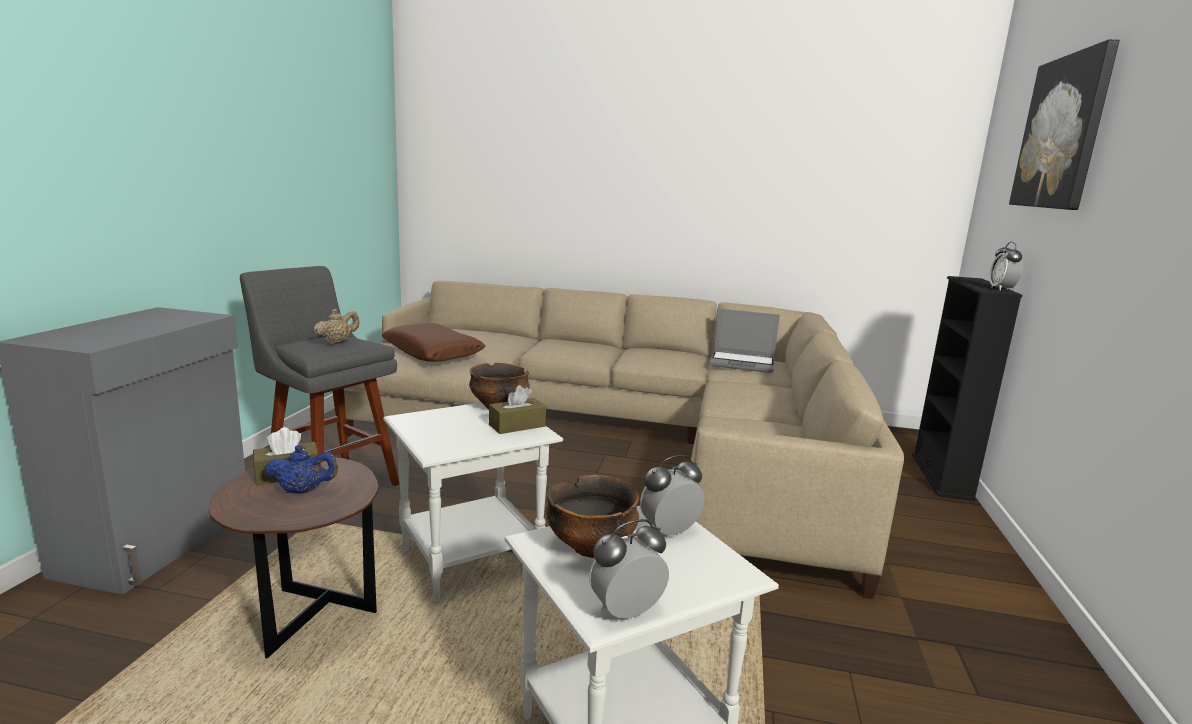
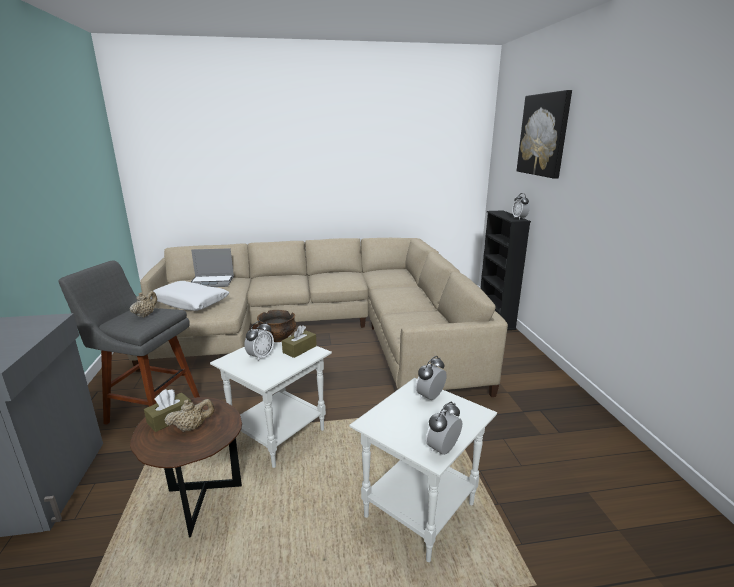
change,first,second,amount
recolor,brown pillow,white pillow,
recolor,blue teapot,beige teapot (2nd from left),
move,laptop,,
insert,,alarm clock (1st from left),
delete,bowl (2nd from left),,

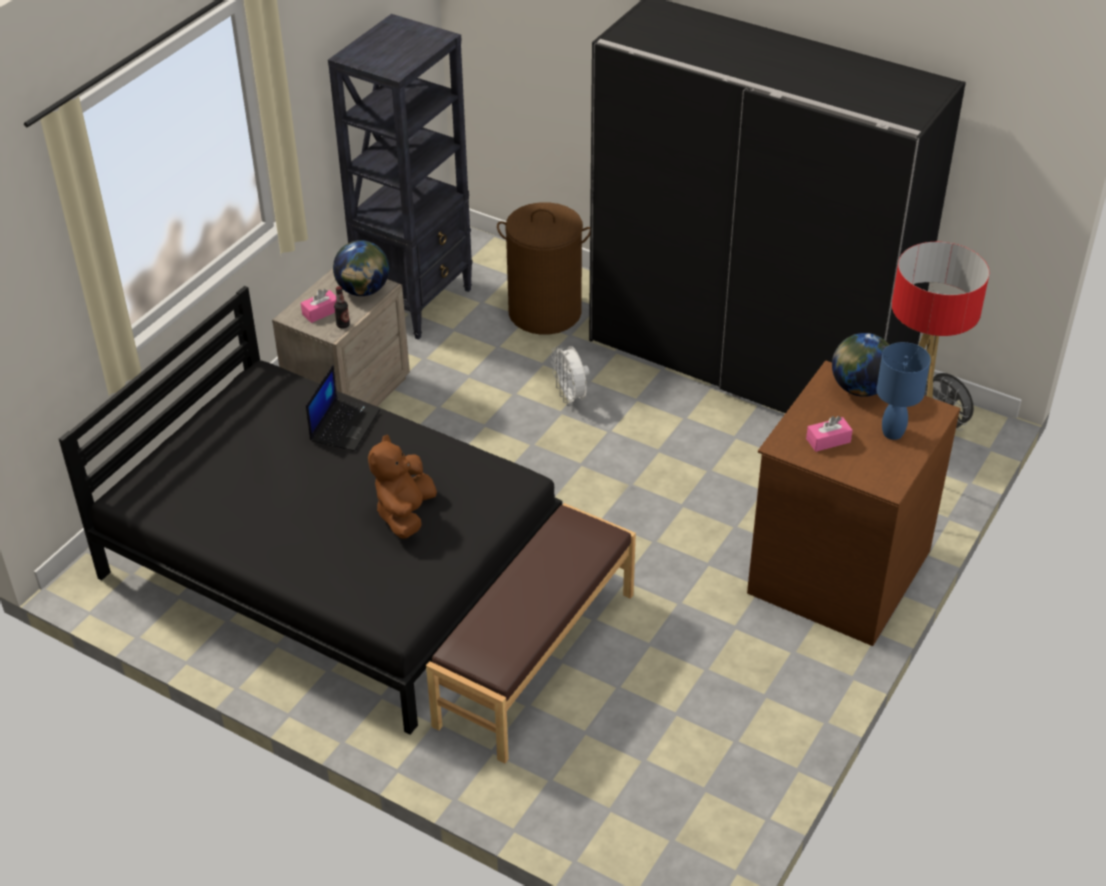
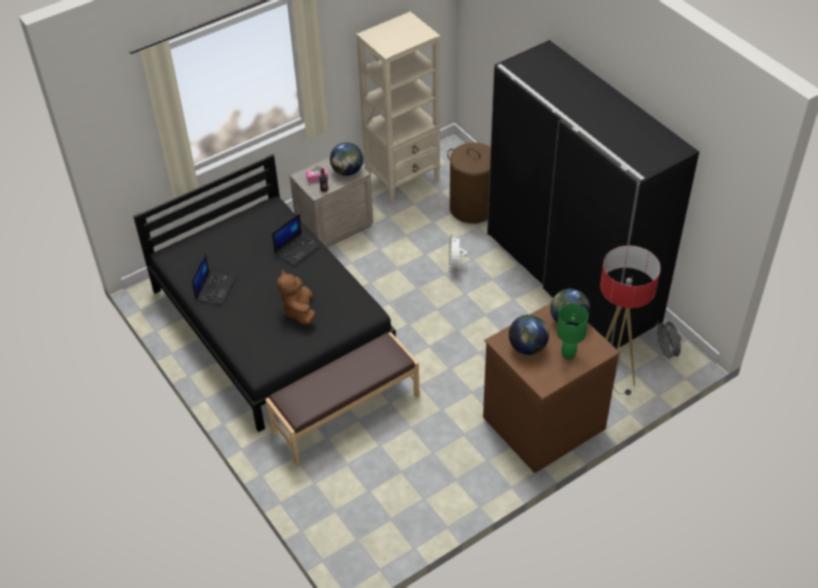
change,first,second,amount
insert,,laptop (1st from left),
rotate,brown plush toy,,45 degrees counterclockwise
recolor,black bookcase,beige bookcase,
replace,pink tissue box (2nd from left),globe (2nd from left),
recolor,blue table lamp,green table lamp,

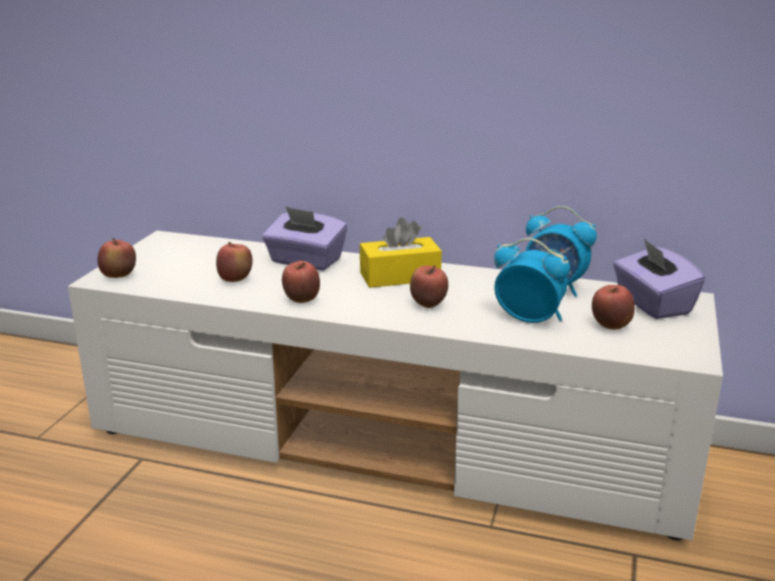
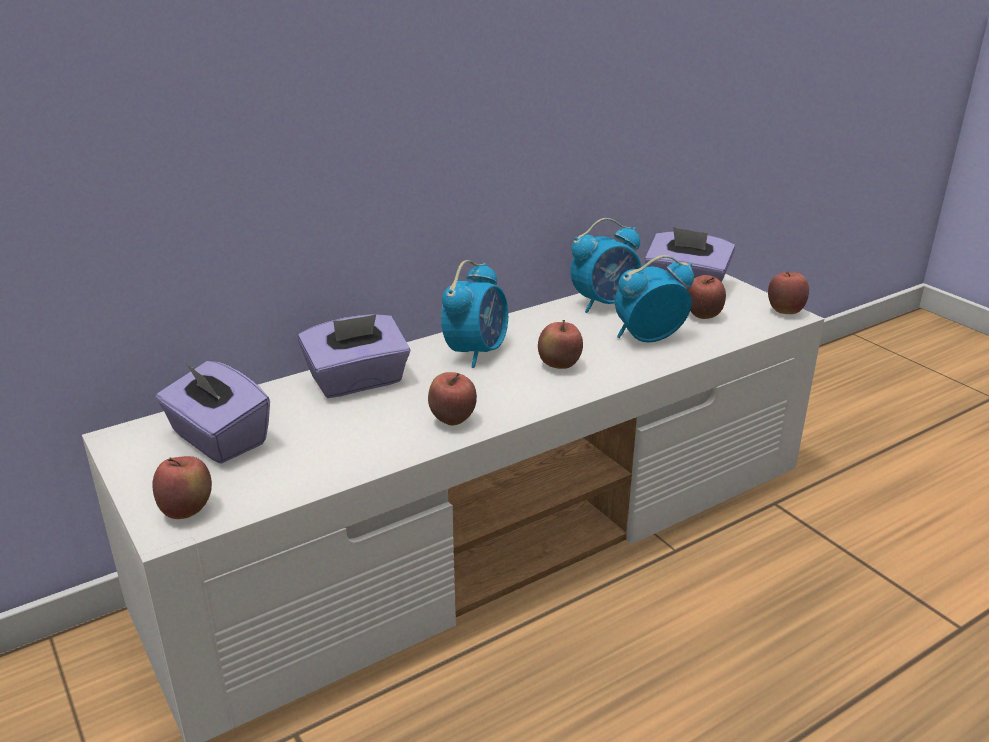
change,first,second,amount
insert,,purple tissue box (1st from left),
replace,yellow tissue box,alarm clock (1st from left),
move,apple (2nd from left in the first image),apple (5th from left),

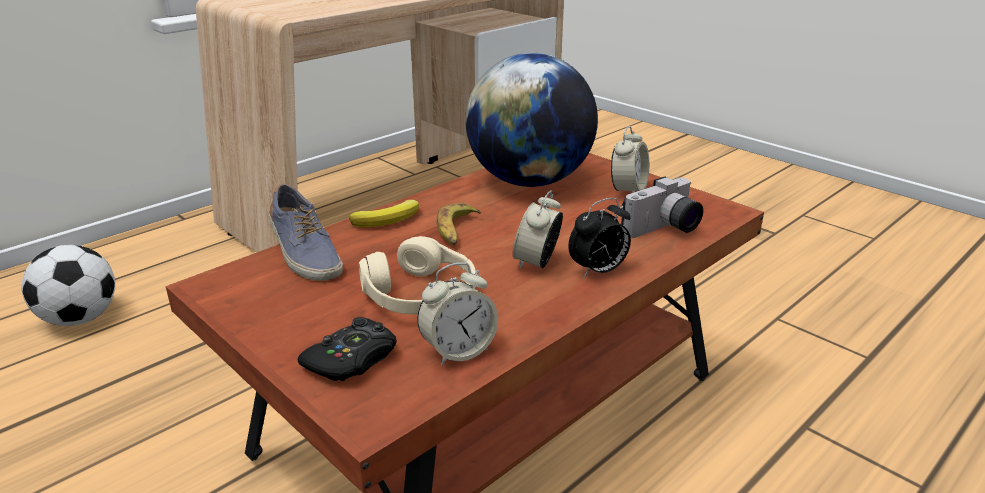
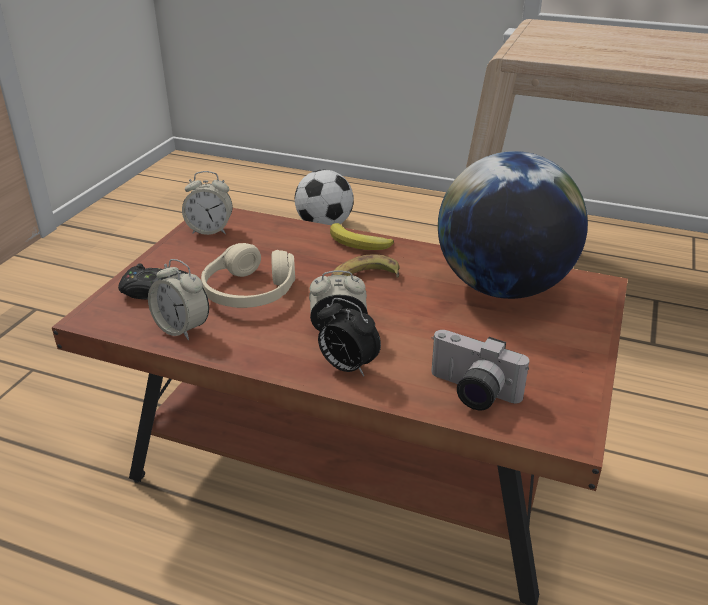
change,first,second,amount
move,alarm clock (4th from left in the first image),alarm clock (2nd from left),
delete,shoe,,

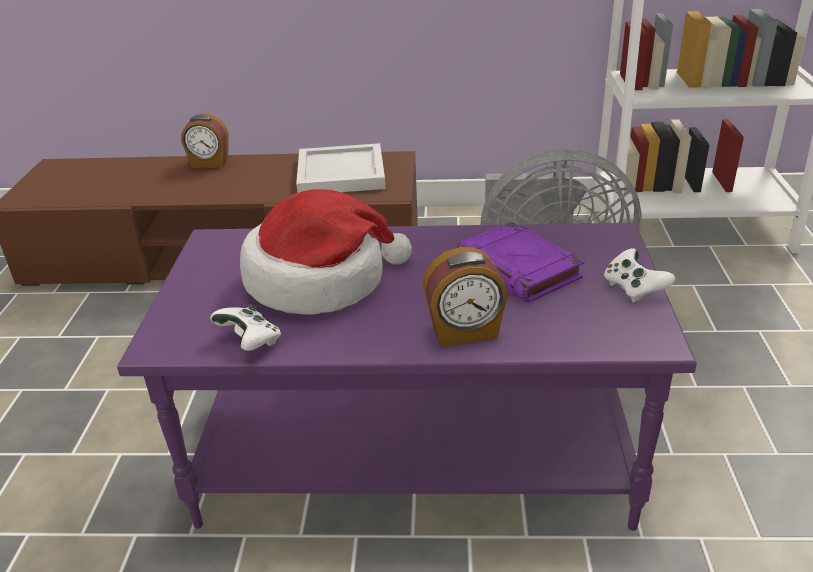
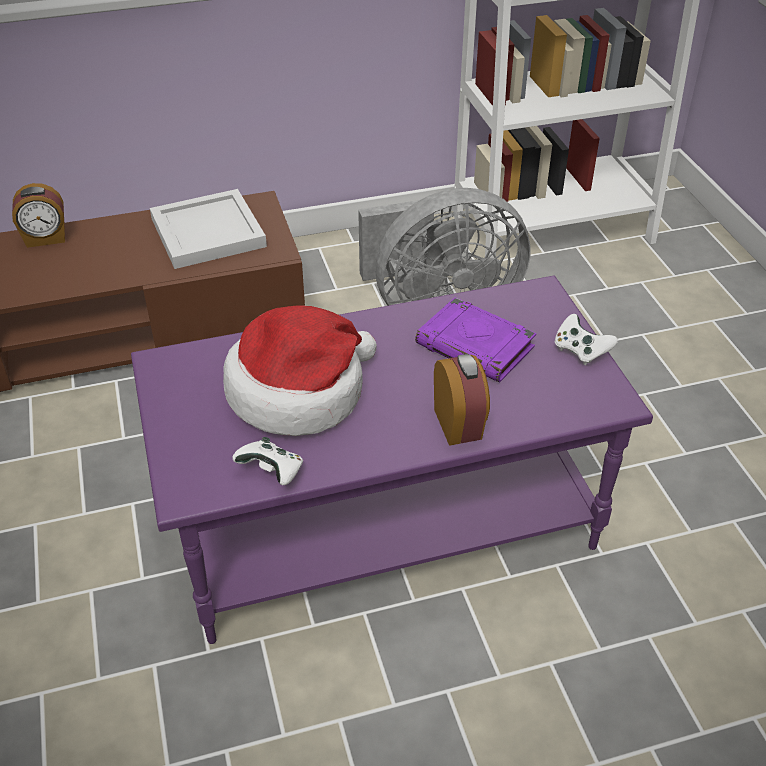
change,first,second,amount
rotate,alarm clock (2nd from left),,75 degrees counterclockwise

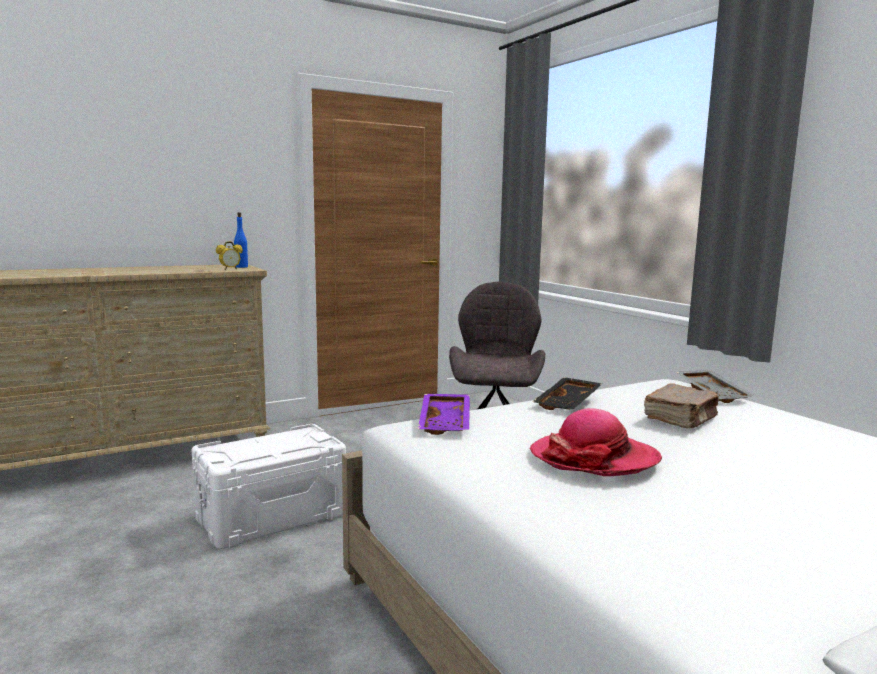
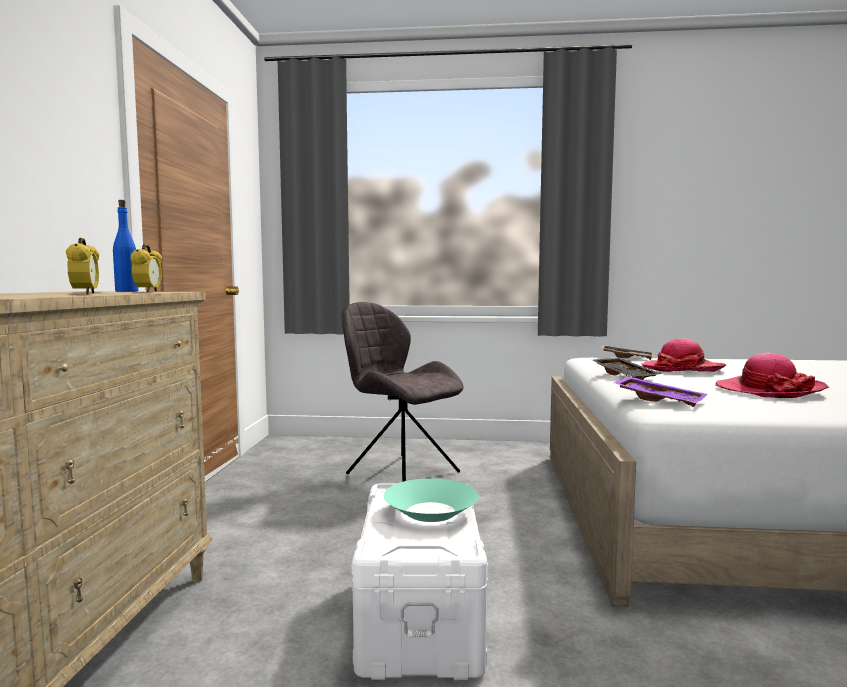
change,first,second,amount
insert,,alarm clock (1st from left),
insert,,turquoise bowl,
replace,brown book,hat (1st from left),

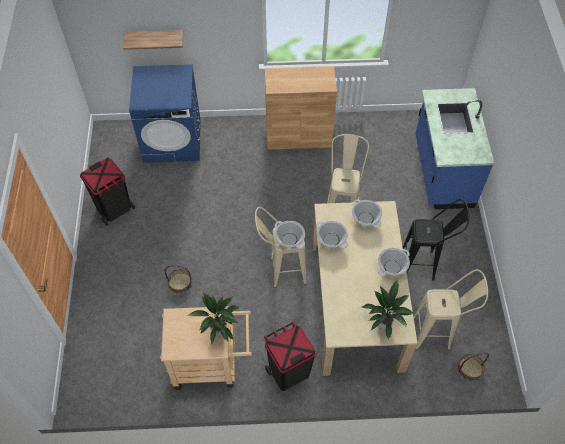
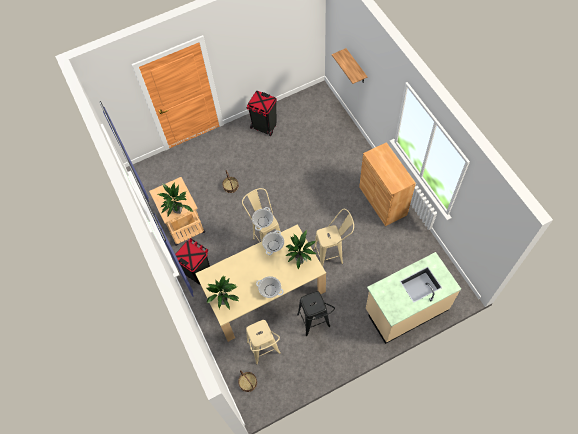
change,first,second,amount
replace,cooking pot (3rd from left),potted plant (3rd from left),
recolor,blue counter,beige counter,
delete,blue washing machine,,

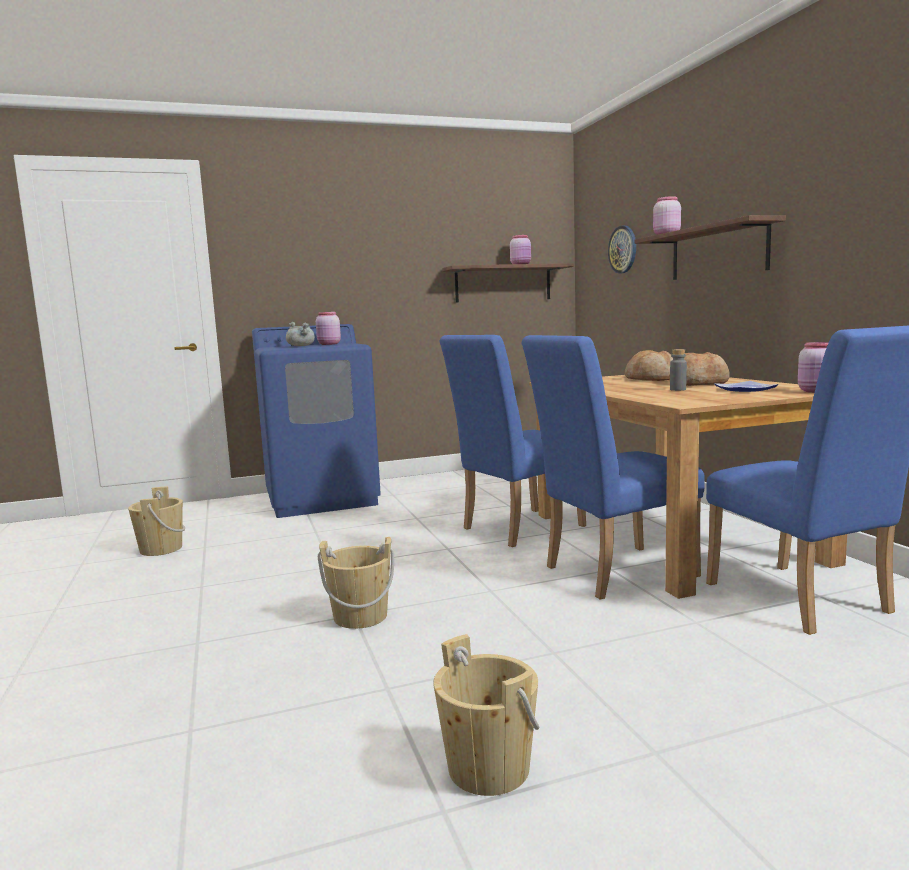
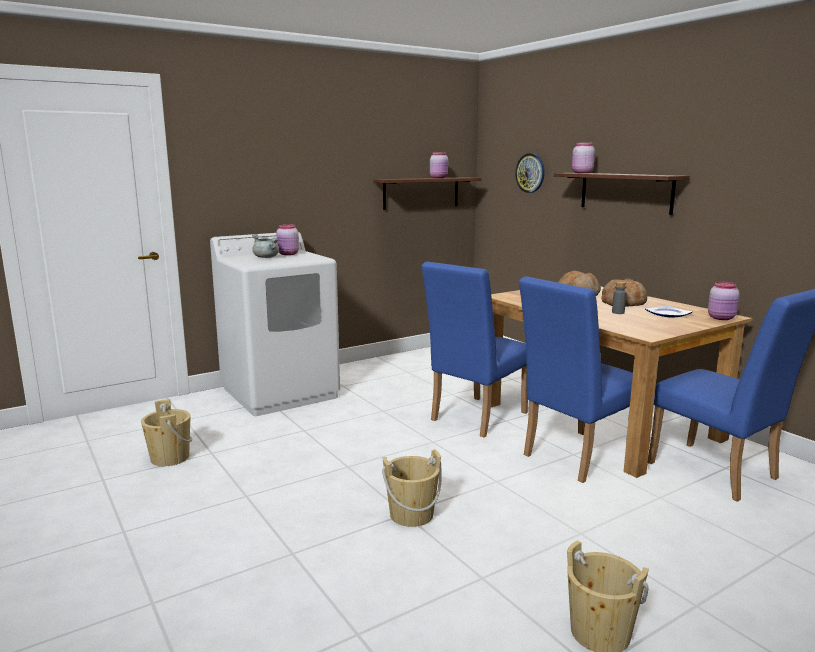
change,first,second,amount
recolor,blue washing machine,white washing machine,

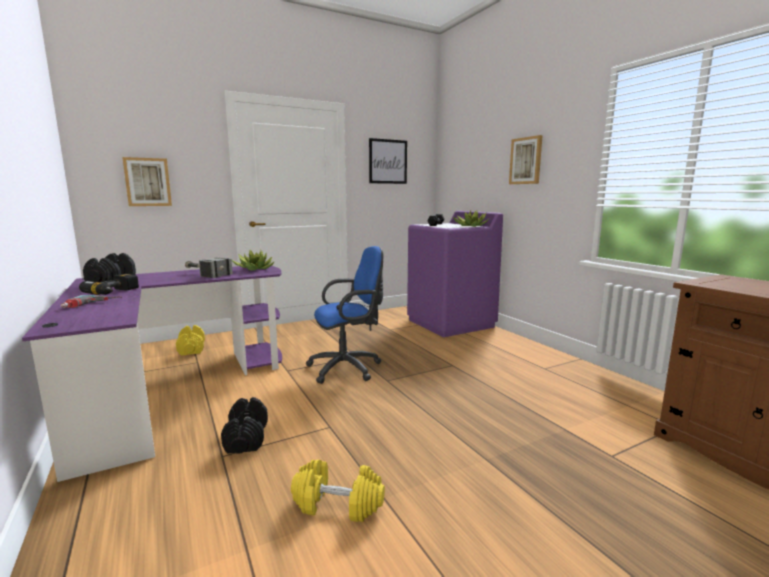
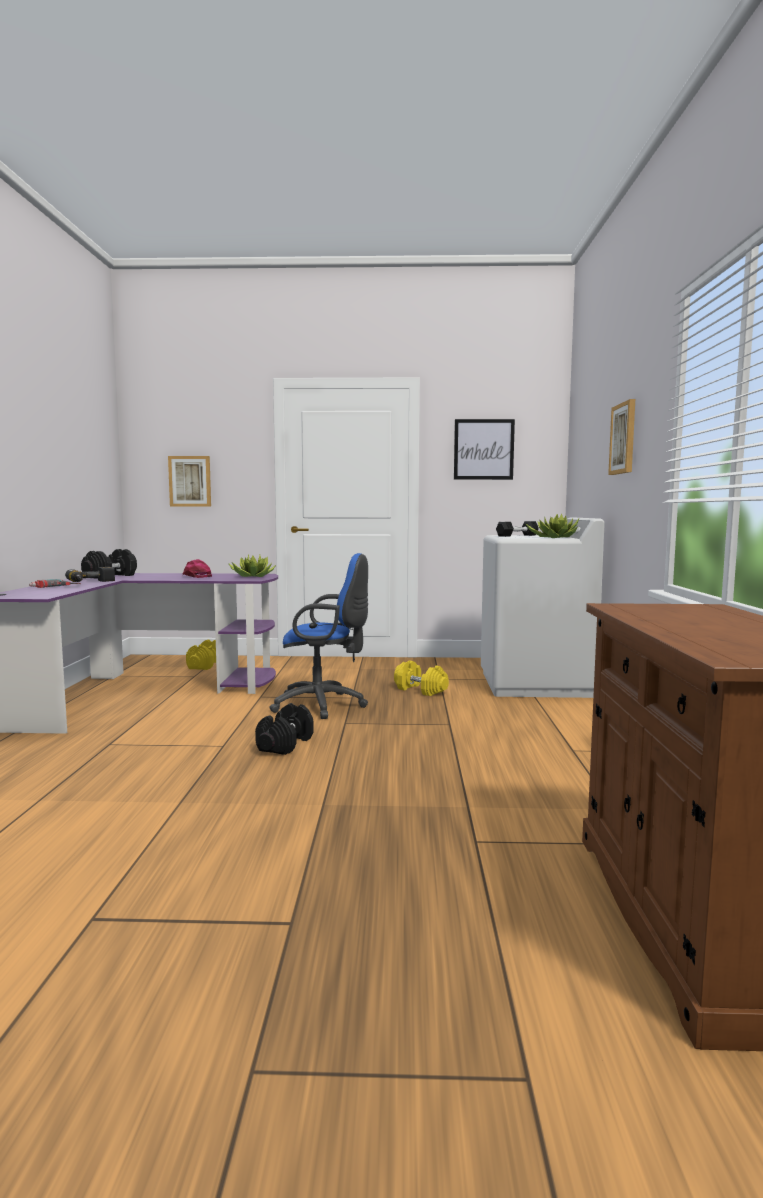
change,first,second,amount
replace,hammer,pink cap,
move,black dumbbell (2nd from left),,
move,yellow dumbbell (2nd from left),,
recolor,purple washing machine,white washing machine,

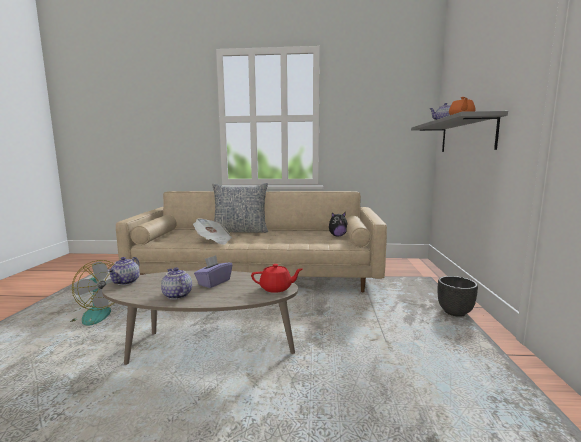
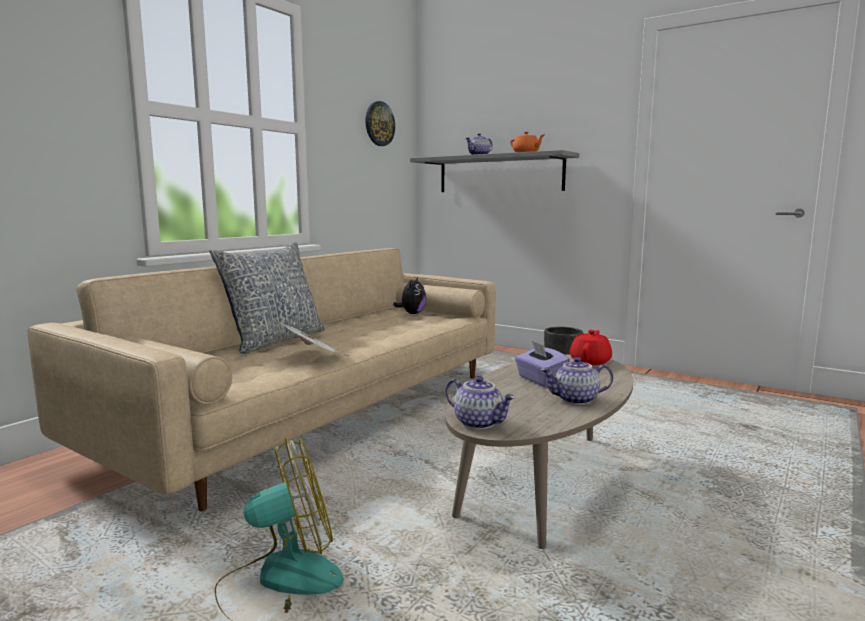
change,first,second,amount
insert,,wall clock,

